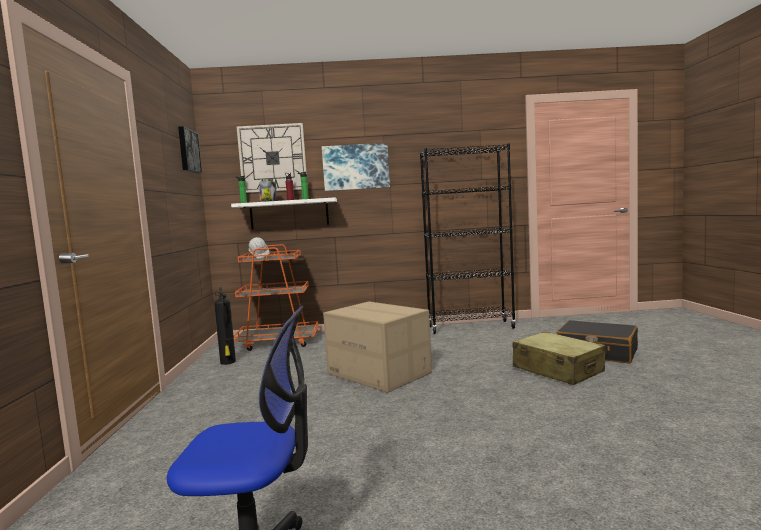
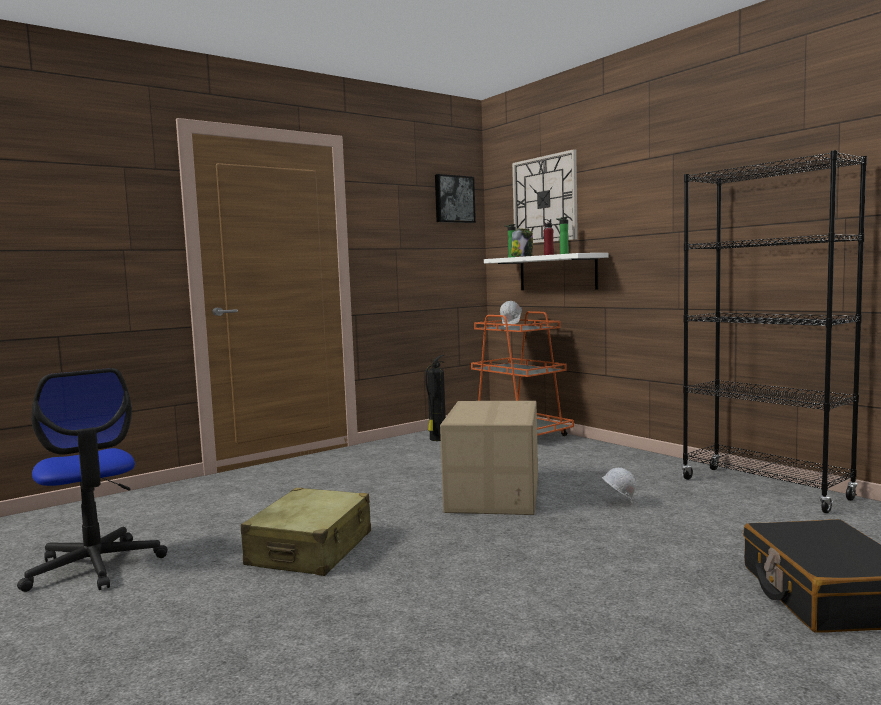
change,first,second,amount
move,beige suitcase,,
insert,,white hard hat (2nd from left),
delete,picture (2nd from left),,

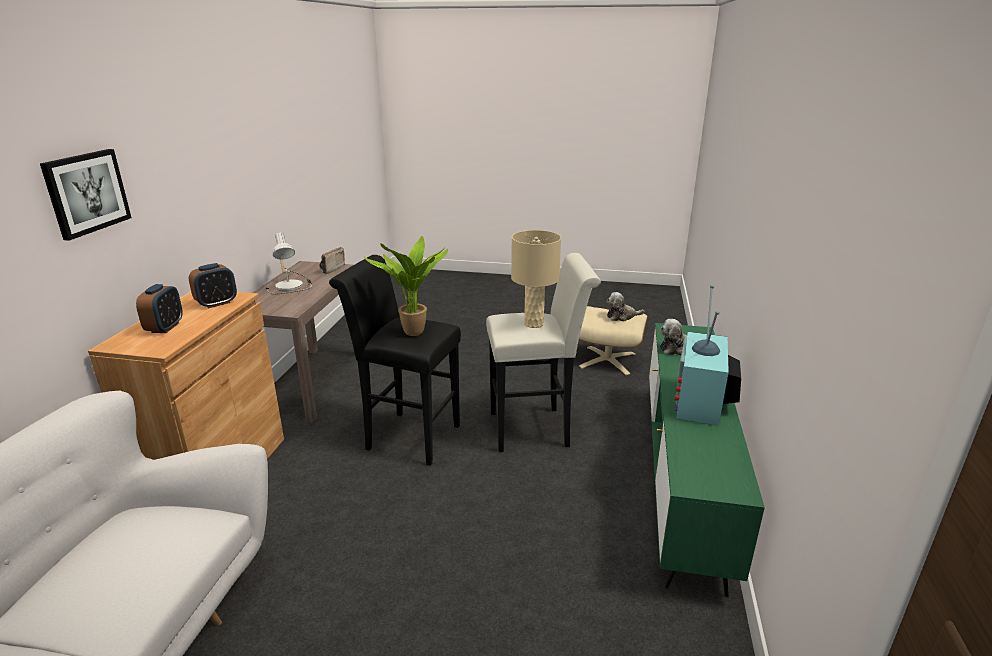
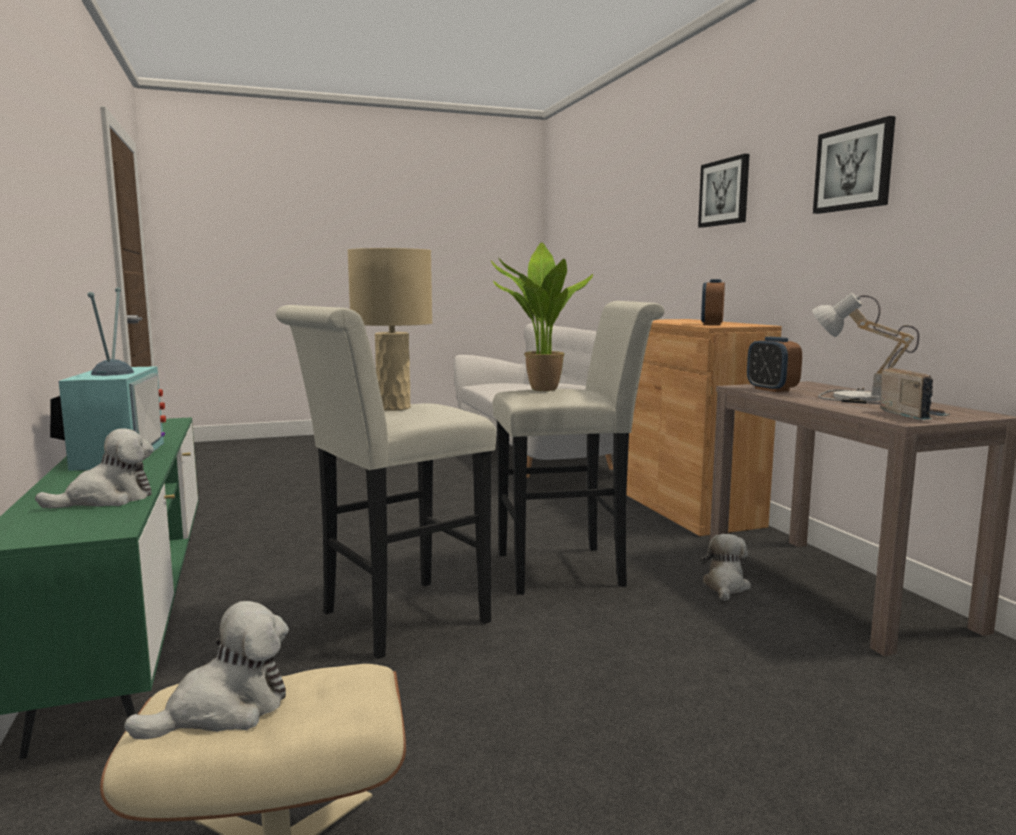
change,first,second,amount
recolor,black stool,white stool (2nd from left),
insert,,plush toy (3rd from left),
move,alarm clock (1st from left in the first image),alarm clock (2nd from left),
insert,,picture (2nd from left),

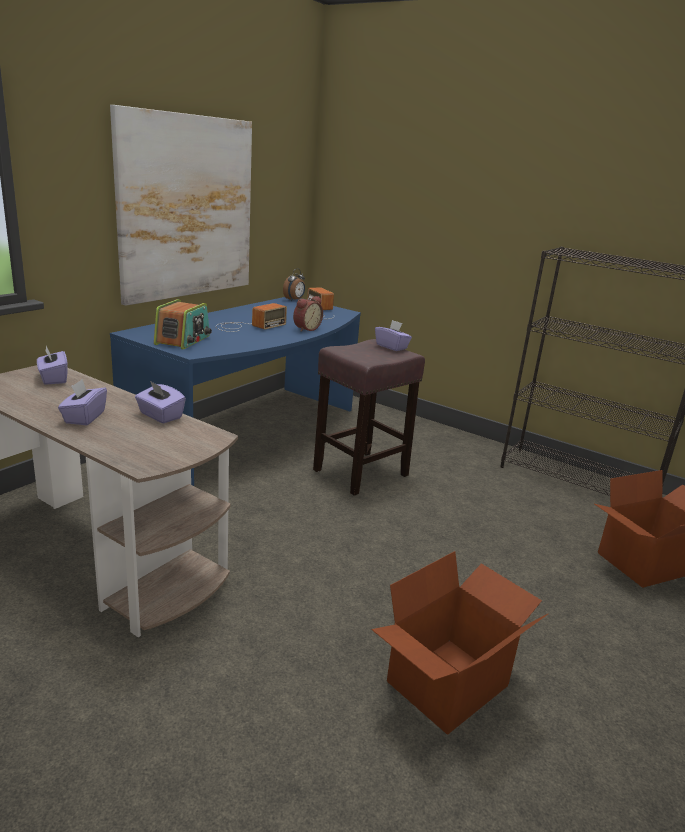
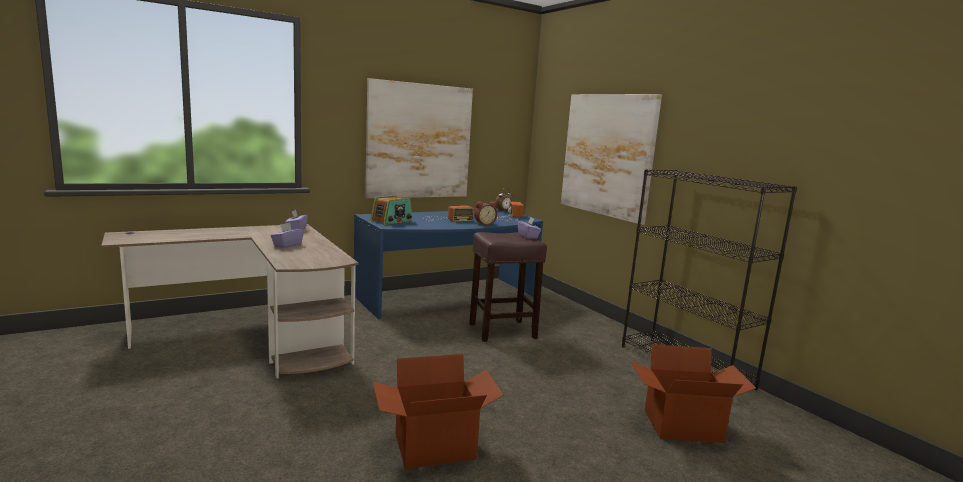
change,first,second,amount
insert,,picture (2nd from left),
delete,purple tissue box (3rd from left),,

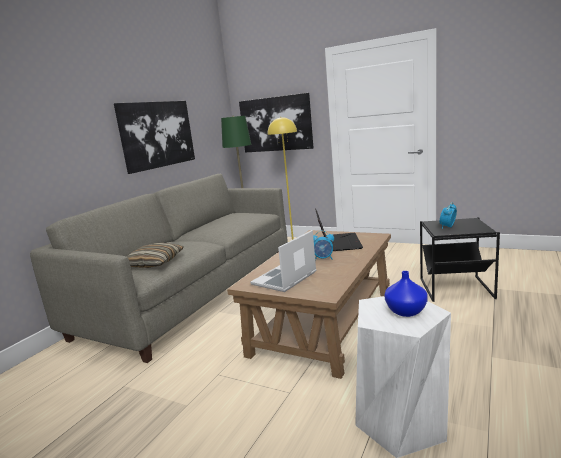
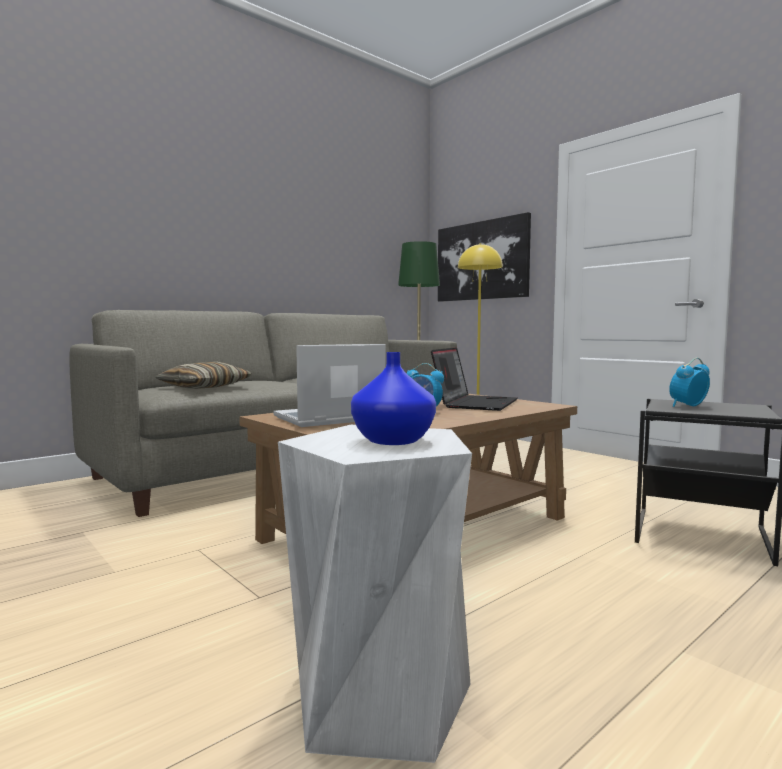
change,first,second,amount
delete,picture (1st from left),,

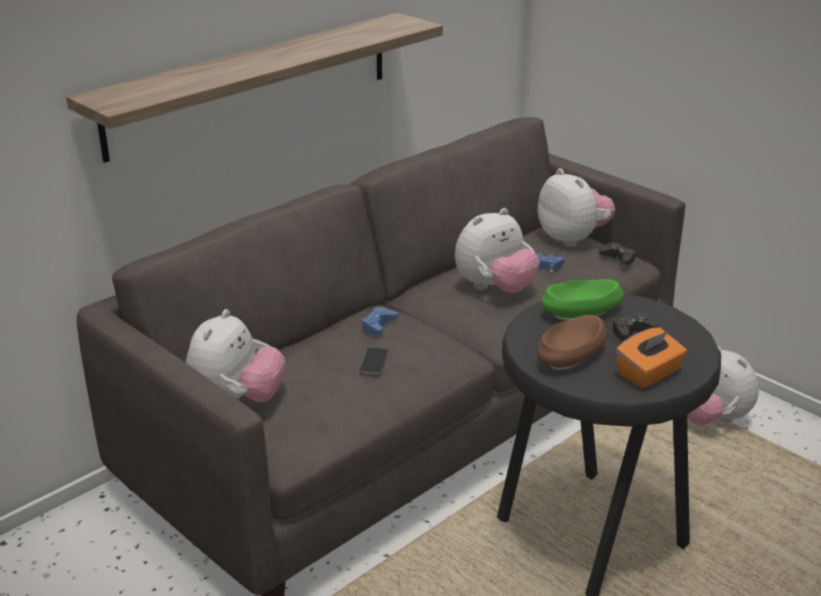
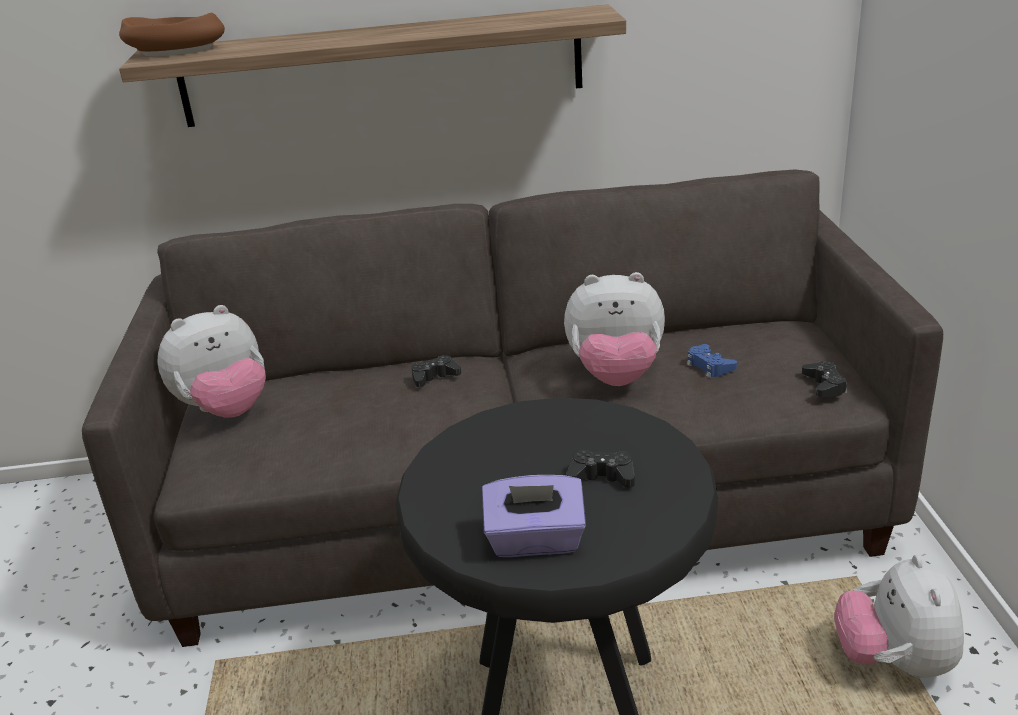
change,first,second,amount
move,brown bowl,,
recolor,blue game controller (1st from left),black game controller (1st from left),
recolor,orange tissue box,purple tissue box,
delete,phone,,
delete,plush toy (3rd from left),,
delete,green bowl,,

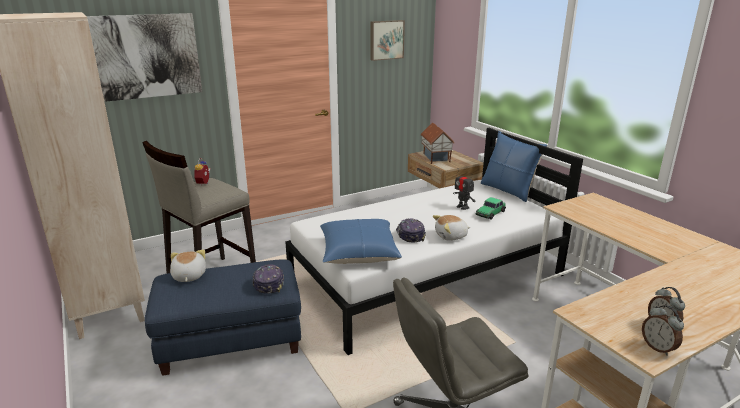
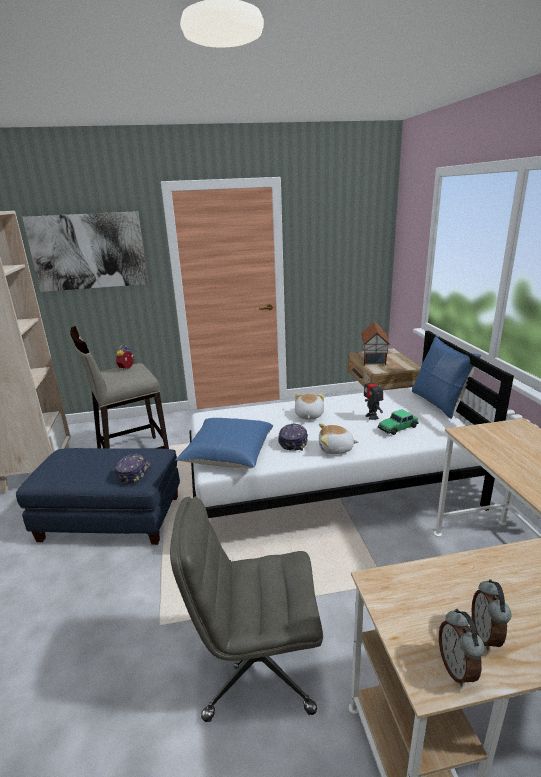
change,first,second,amount
move,plush toy (1st from left),,
delete,picture (2nd from left),,

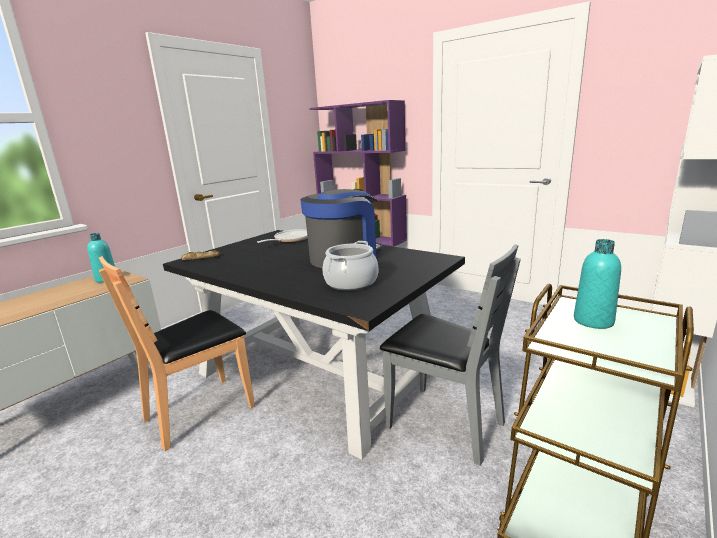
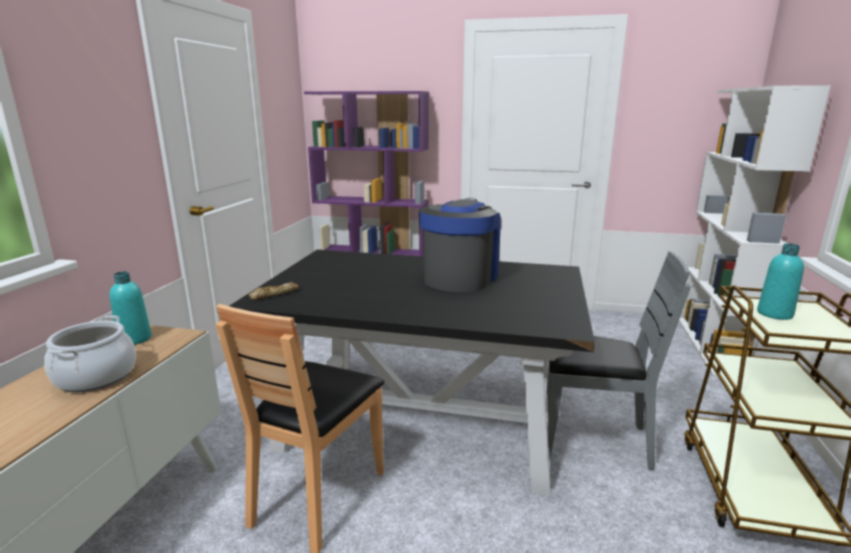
change,first,second,amount
move,cooking pot,,
delete,frying pan,,

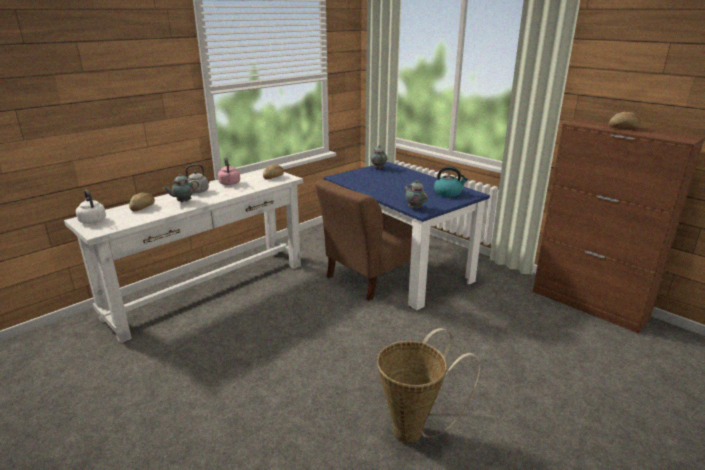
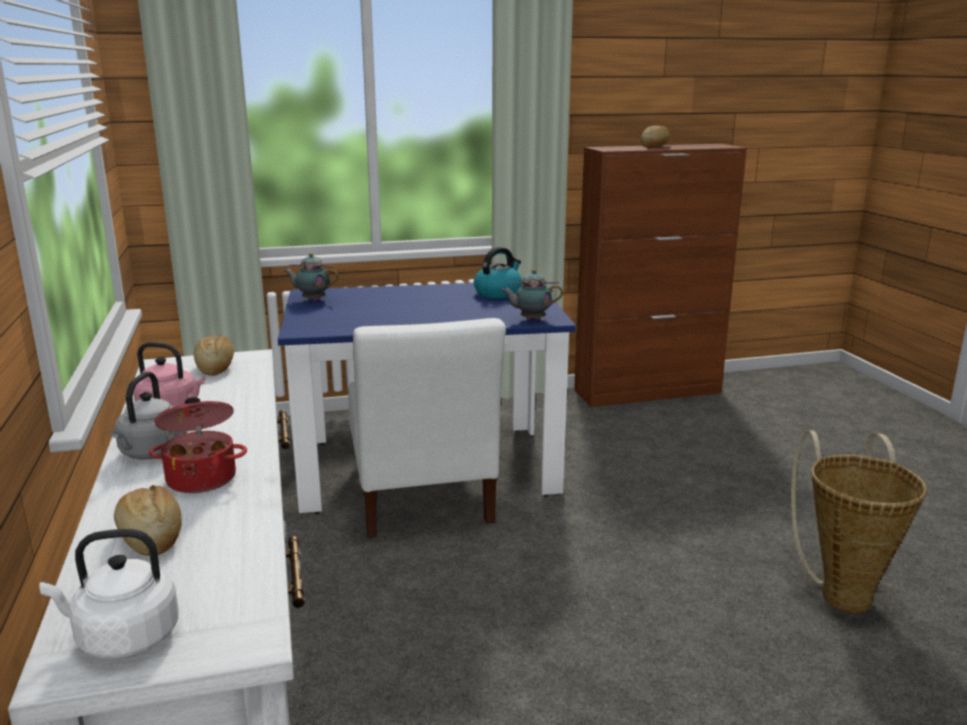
change,first,second,amount
replace,teapot (1st from left),cooking pot,
recolor,brown chair,white chair,

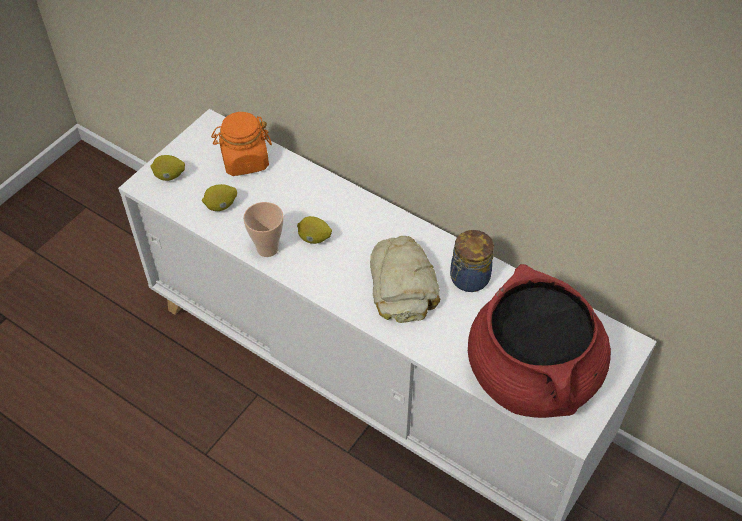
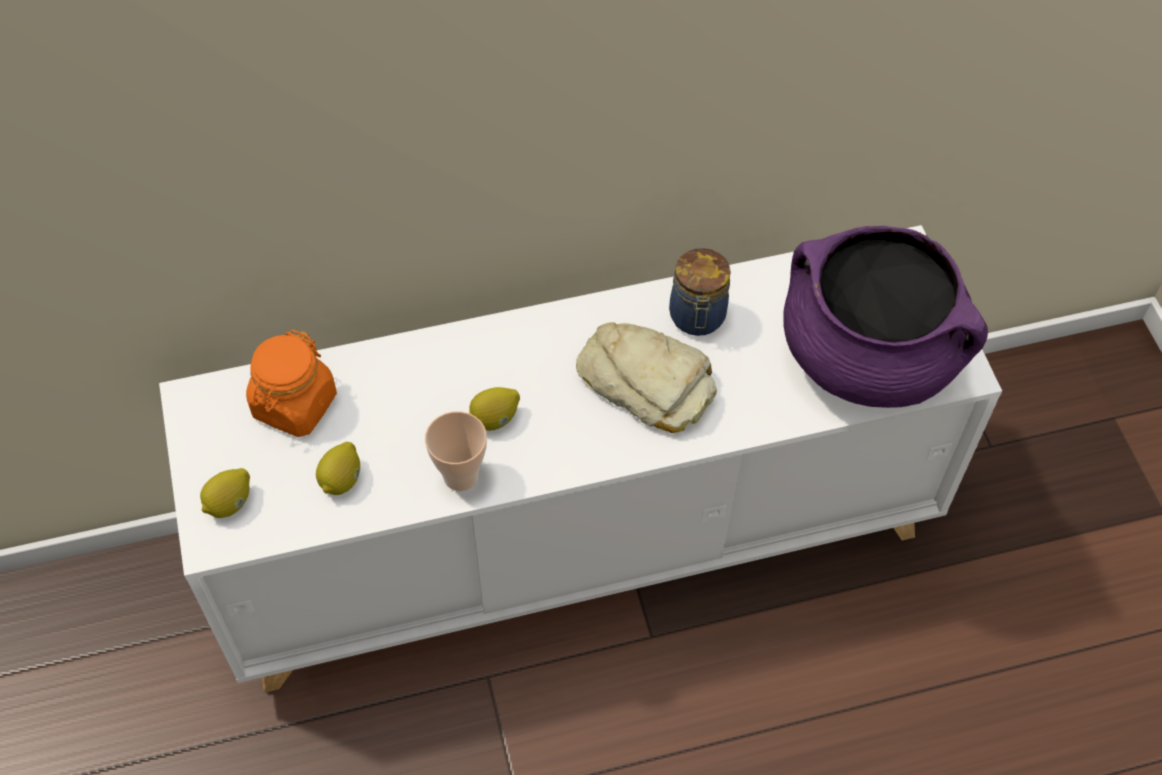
change,first,second,amount
recolor,red cooking pot,purple cooking pot,

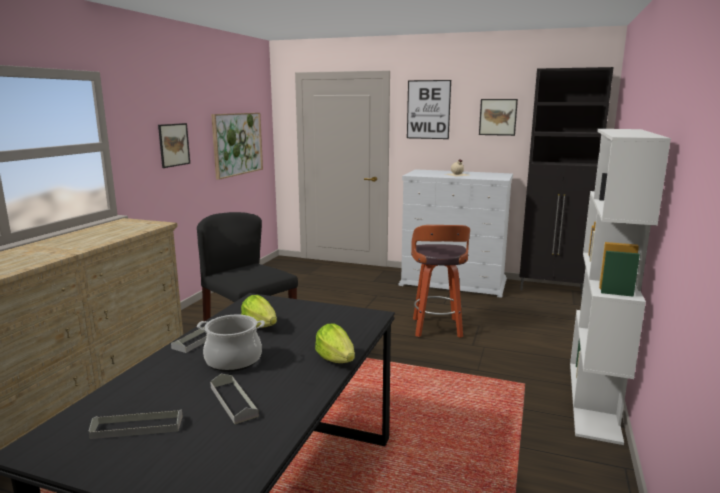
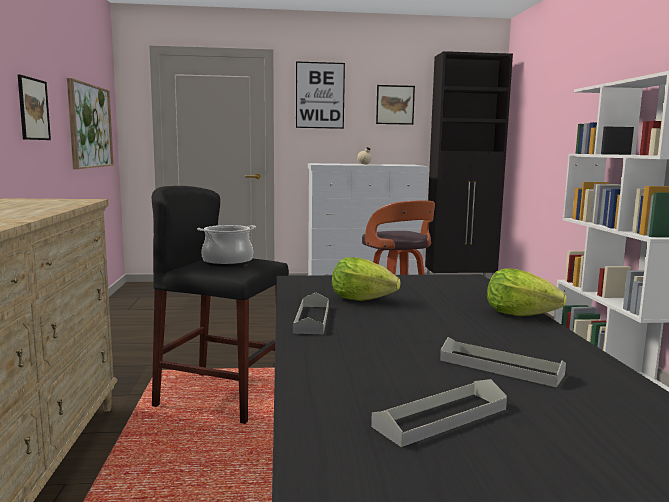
change,first,second,amount
move,cooking pot,,

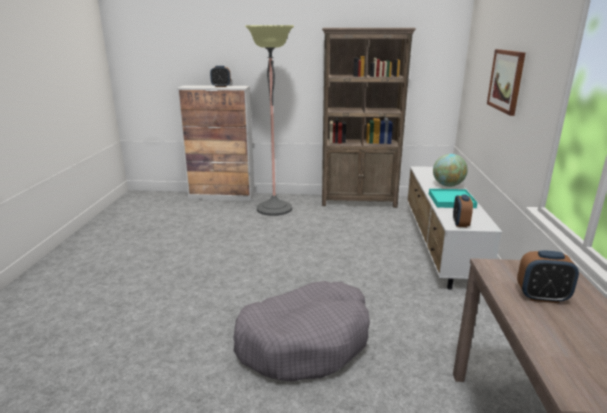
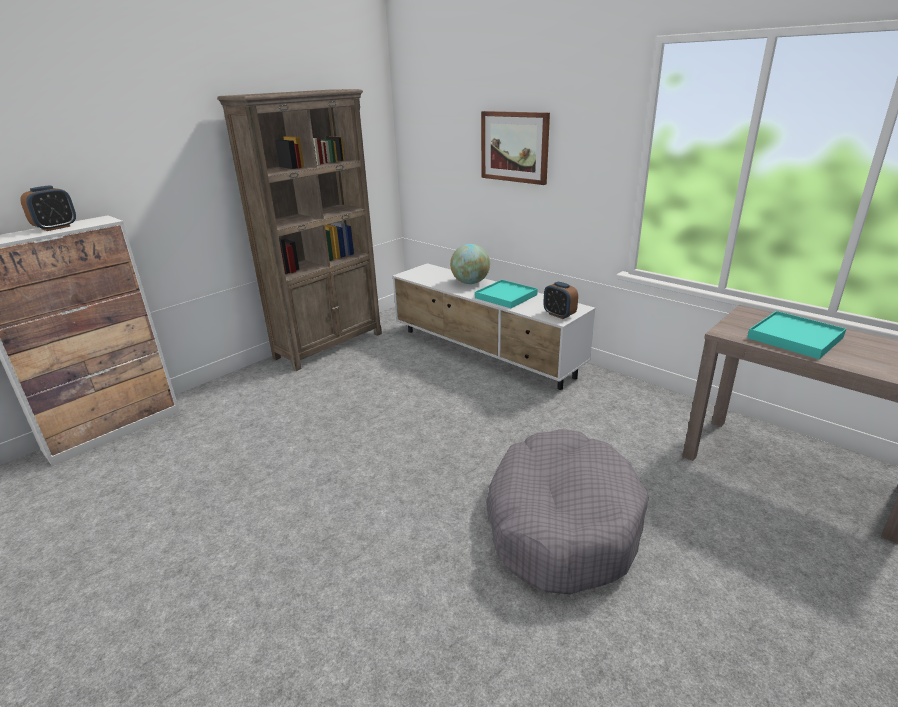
change,first,second,amount
replace,alarm clock (3rd from left),turquoise tray (2nd from left),
delete,floor lamp,,

